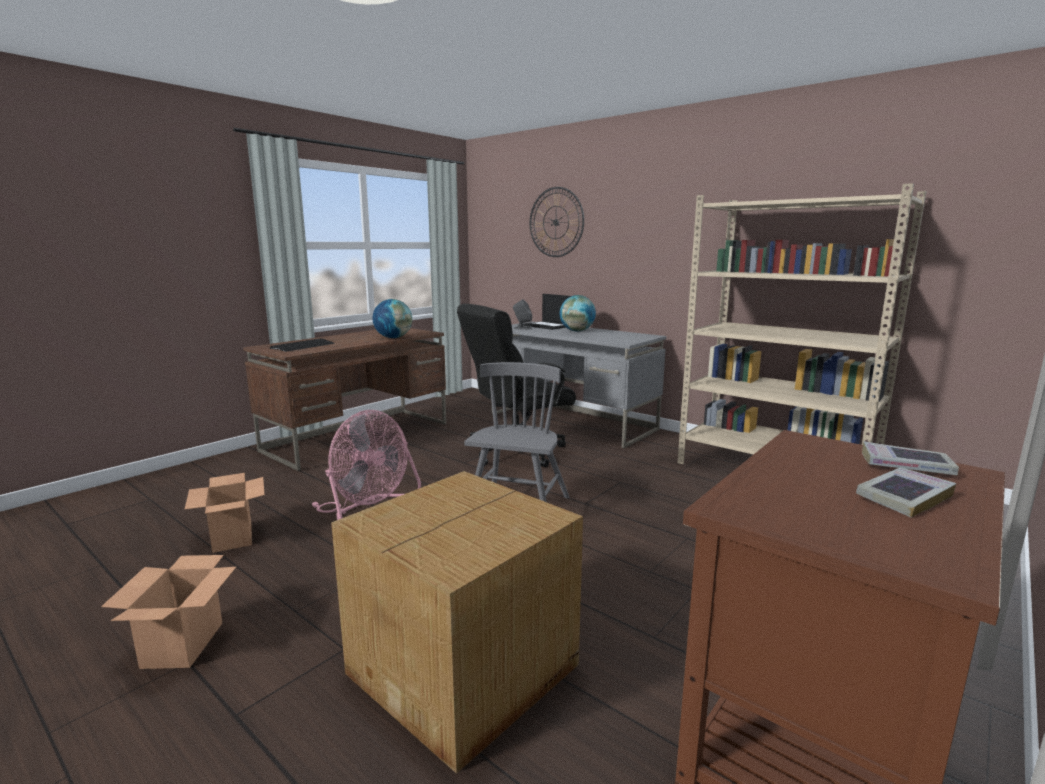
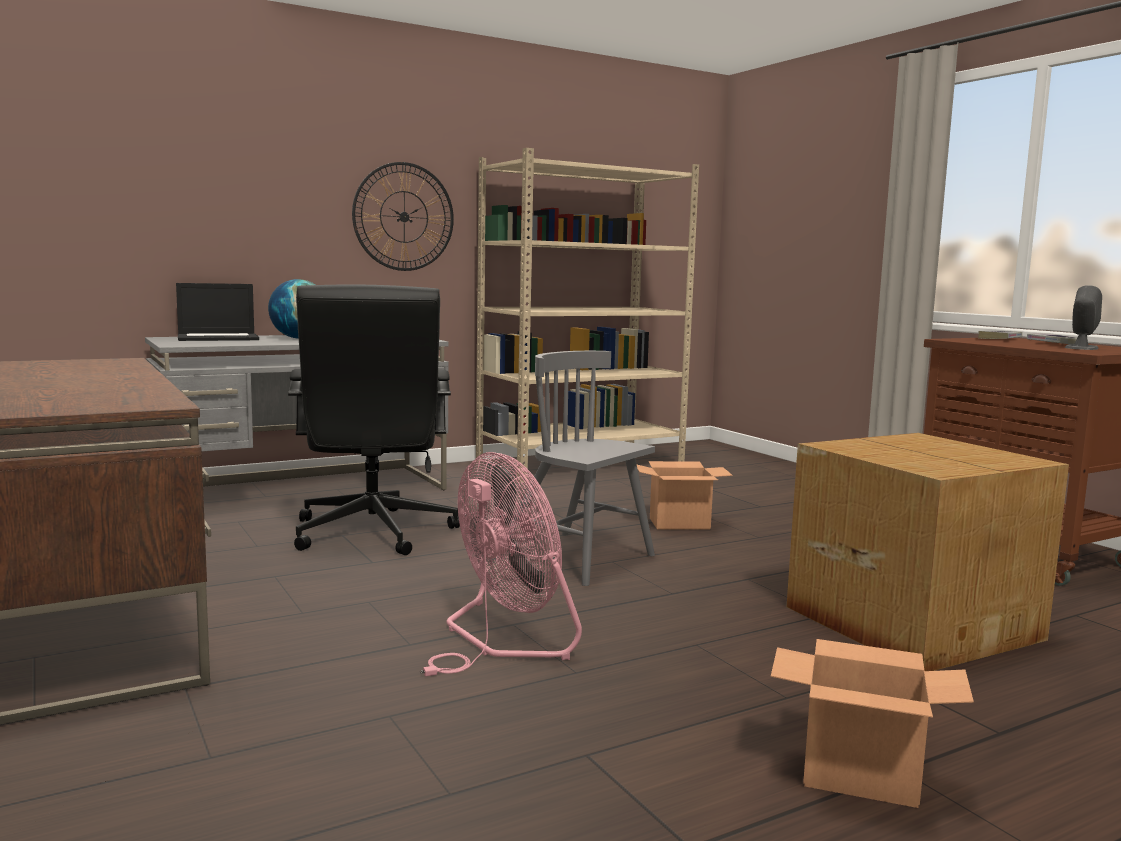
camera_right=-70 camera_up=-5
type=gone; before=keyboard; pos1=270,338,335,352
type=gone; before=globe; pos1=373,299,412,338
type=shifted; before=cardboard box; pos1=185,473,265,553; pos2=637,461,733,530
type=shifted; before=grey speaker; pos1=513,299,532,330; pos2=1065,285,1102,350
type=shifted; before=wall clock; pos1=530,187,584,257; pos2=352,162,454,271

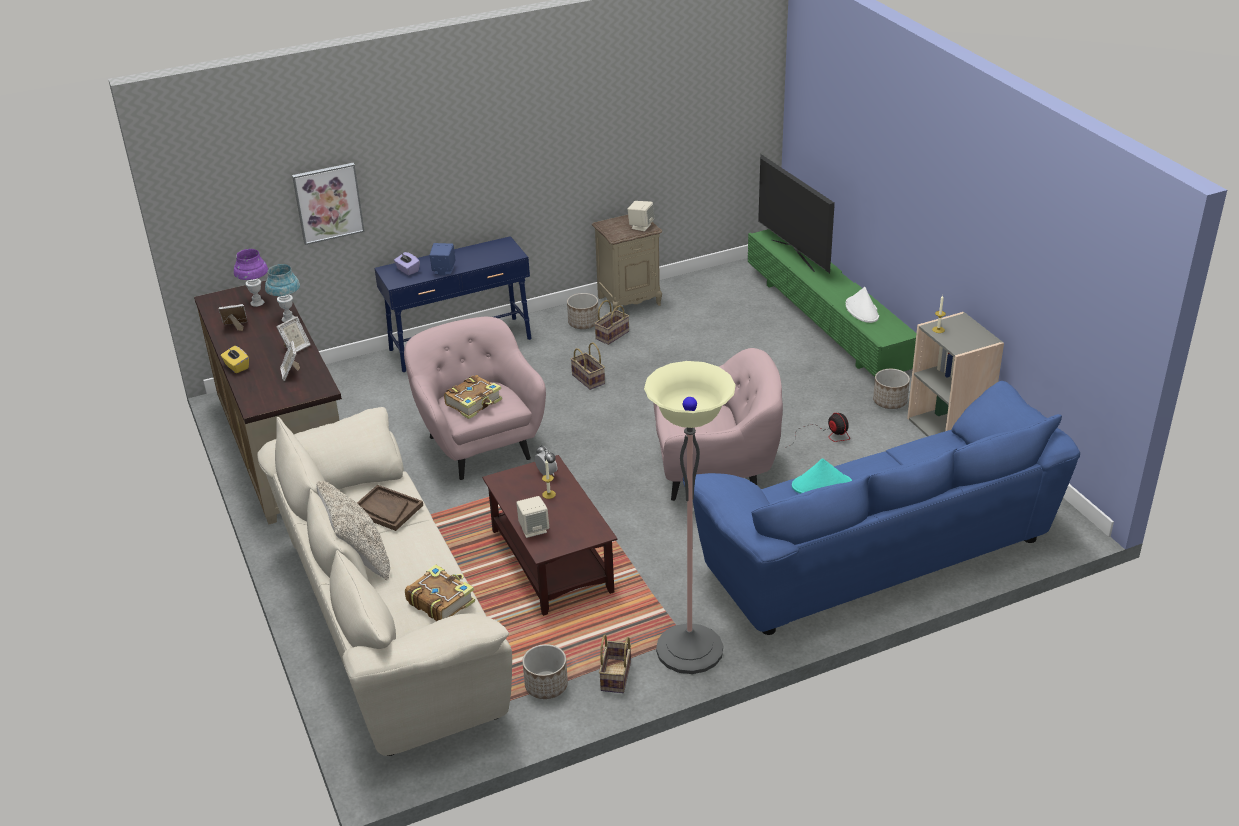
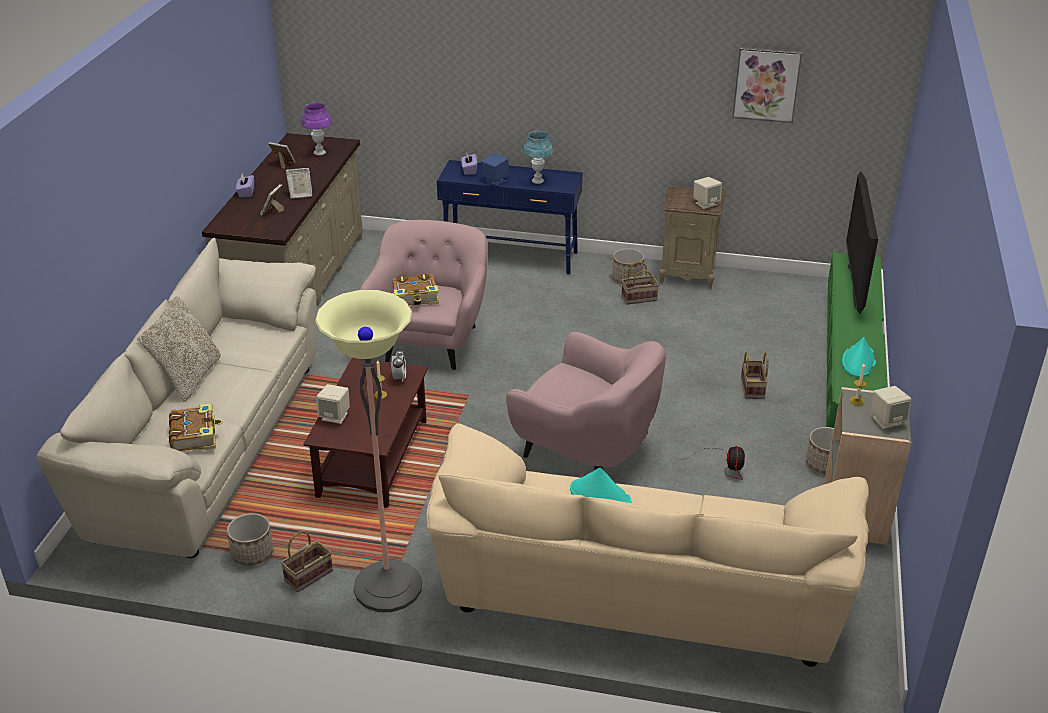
camera_right=35 camera_up=0
type=gone; before=brown tray; pos1=357,485,423,531
type=new; after=beige speaker; pos2=871,386,911,429
type=shifted; before=blue table lamp; pos1=265,264,300,322; pos2=523,131,553,184
type=shifted; before=picture; pos1=292,163,365,245; pos2=732,47,802,123
type=shifted; before=basket; pos1=571,342,605,390; pos2=741,352,768,399
type=repainted; before=yellow tissue box; after=purple tissue box; pos1=221,346,249,373; pos2=236,173,254,198
type=repainted; before=blue sofa; after=beige sofa; pos1=683,381,1080,635; pos2=426,423,869,667
type=repainted; before=white hat; after=turquoise hat; pos1=846,287,879,323; pos2=842,337,876,377

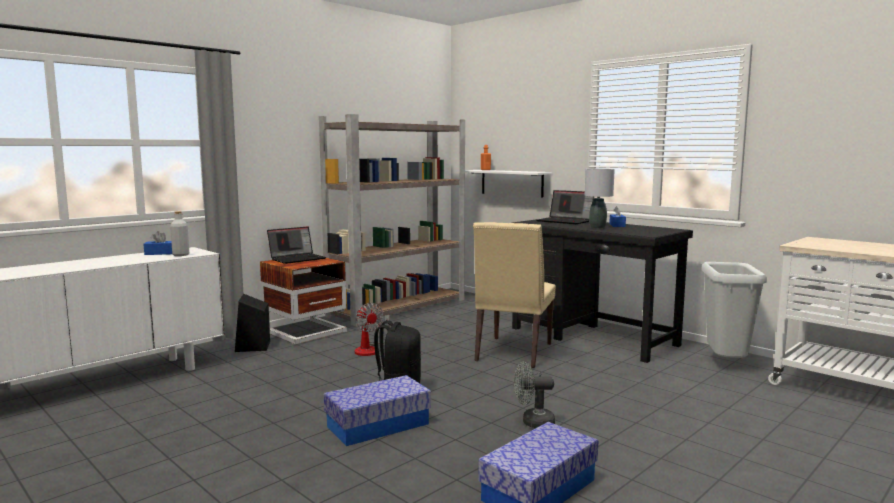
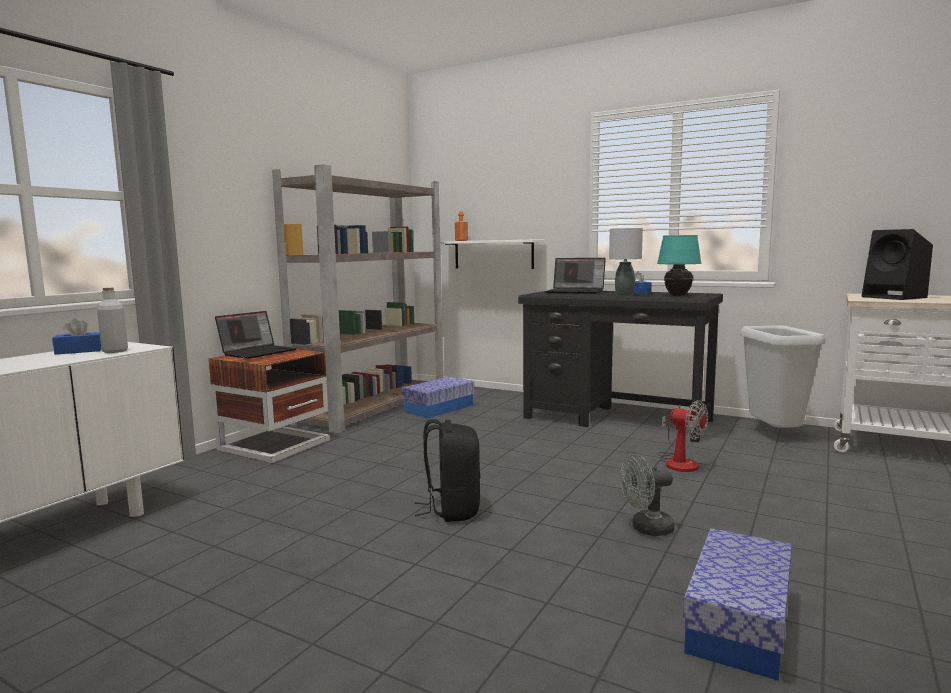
camera_right=-15 camera_up=0
type=gone; before=beige chair; pos1=473,222,556,368
type=new; after=turquoise table lamp; pos2=657,235,702,296
type=shifted; before=black speaker; pos1=235,294,270,352; pos2=862,229,933,300
type=shifted; before=storage box; pos1=324,375,431,446; pos2=402,376,474,418
type=shifted; before=fan; pos1=355,303,390,356; pos2=658,400,708,472

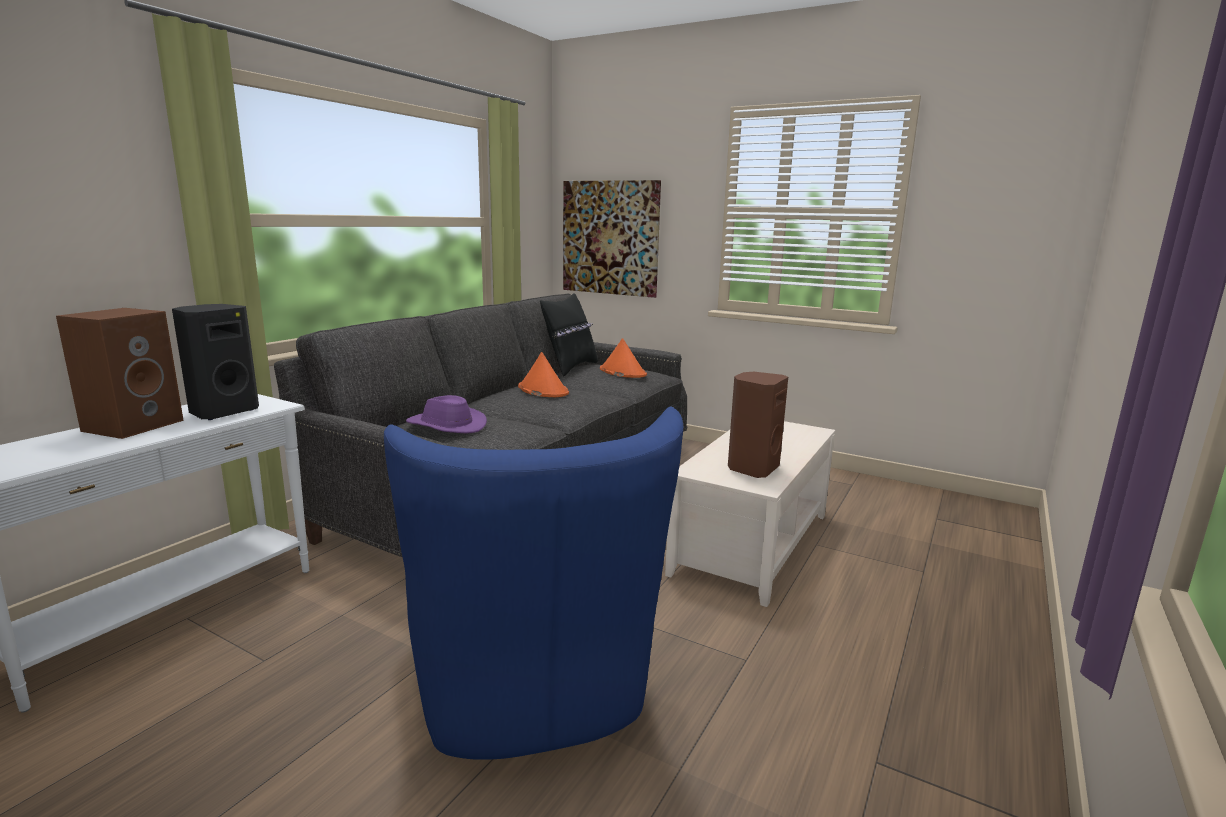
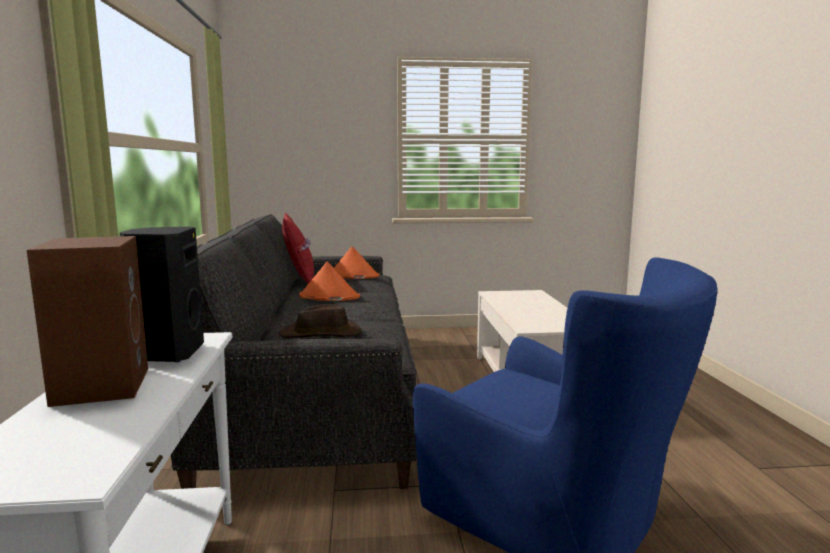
camera_right=-35 camera_up=-5
type=gone; before=picture; pos1=563,180,661,298
type=gone; before=brown speaker; pos1=728,372,788,478
type=repainted; before=purple hat; after=brown hat; pos1=406,395,487,433; pos2=279,304,362,338
type=repainted; before=black pillow; after=red pillow; pos1=540,293,598,376; pos2=282,213,314,284

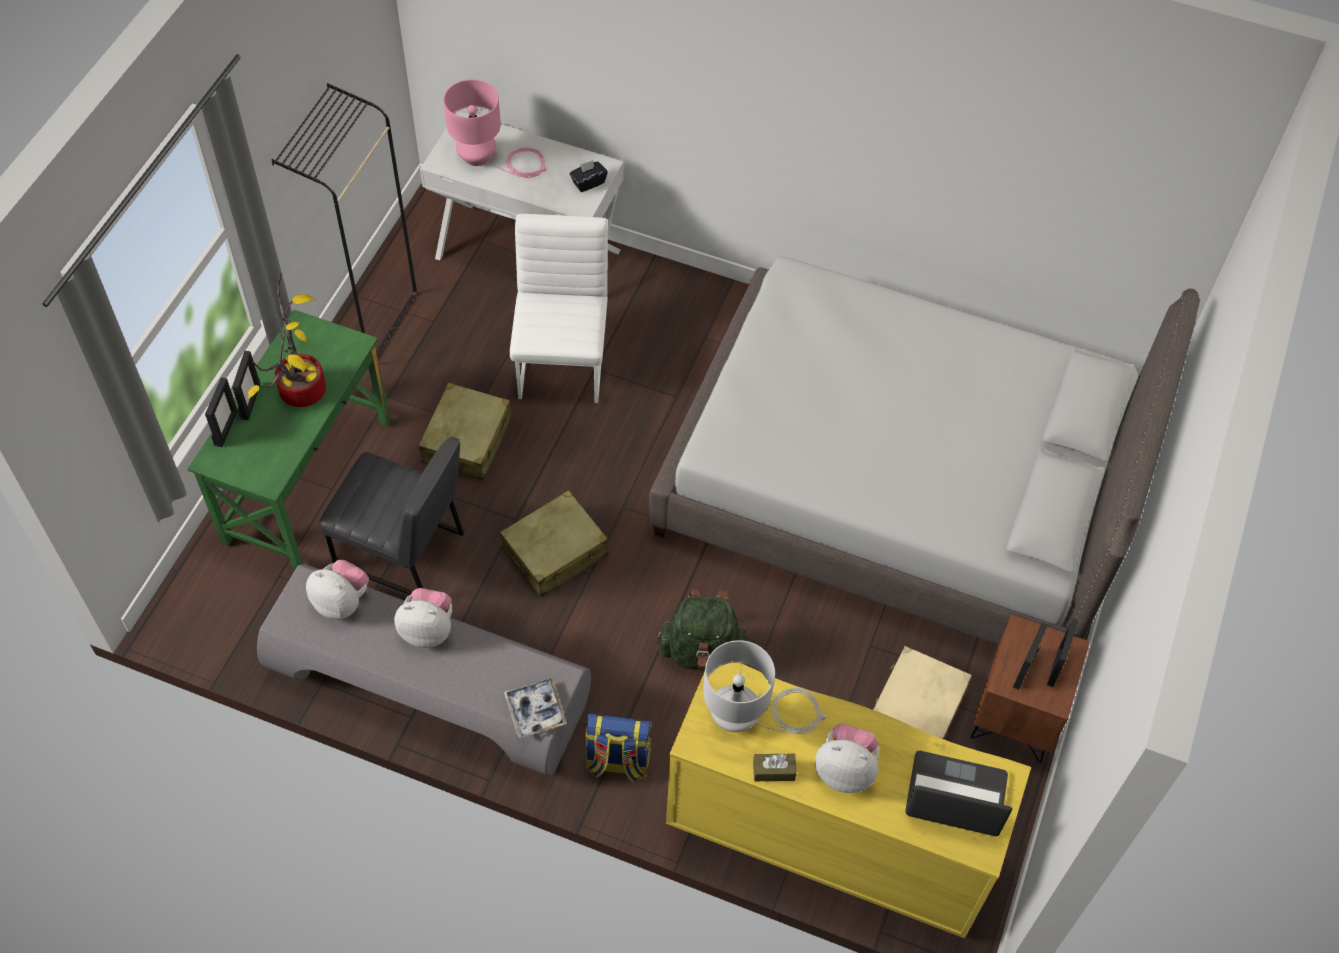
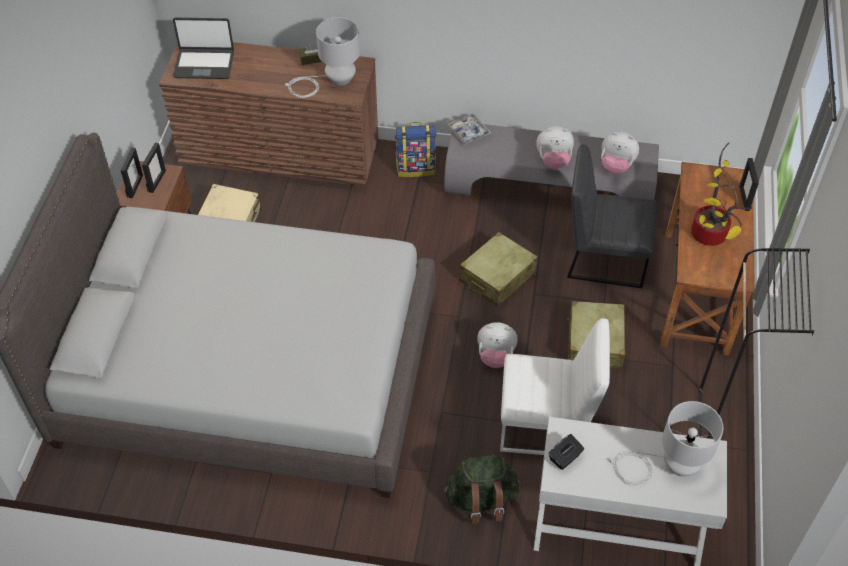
camera_right=170 camera_up=-5
type=gone; before=picture frame; pos1=232,351,260,420
type=shifted; before=green backpack; pos1=658,589,749,671; pos2=444,455,520,524
type=shifted; before=plush toy; pos1=815,723,880,793; pos2=477,322,518,368
type=repainted; before=green desk; after=brown desk; pos1=188,310,390,571; pos2=660,162,755,355
type=repainted; before=pink table lamp; after=grey table lamp; pos1=444,79,547,178; pos2=609,401,723,486
type=repainted; before=yellow dresser; after=brown dresser; pos1=666,663,1031,938; pos2=159,42,378,186
type=rotated; before=white chair; pos1=510,214,608,403; pos2=500,318,610,455; turn=-75

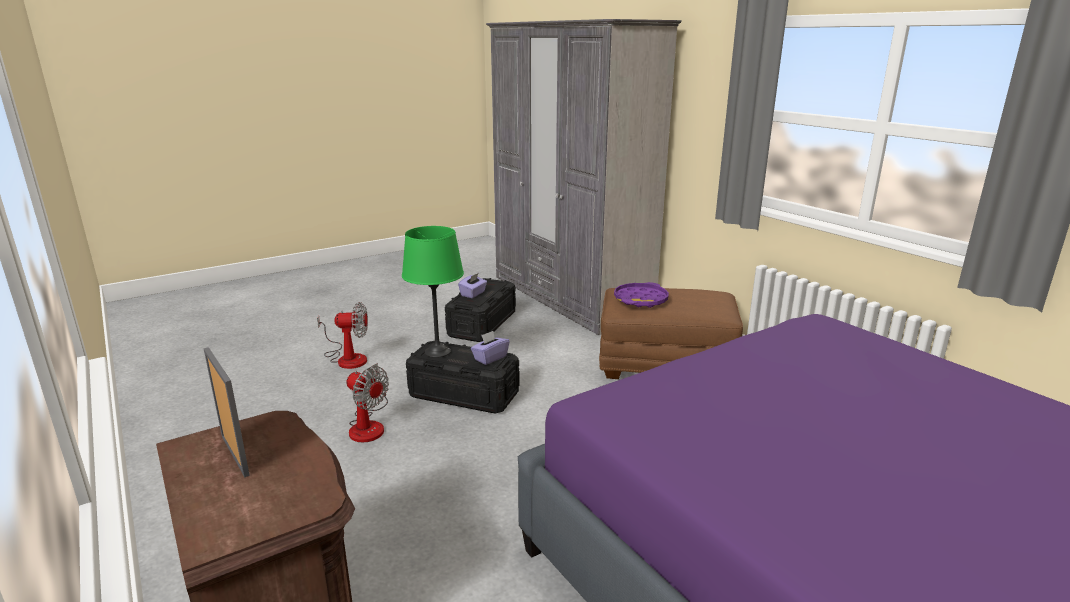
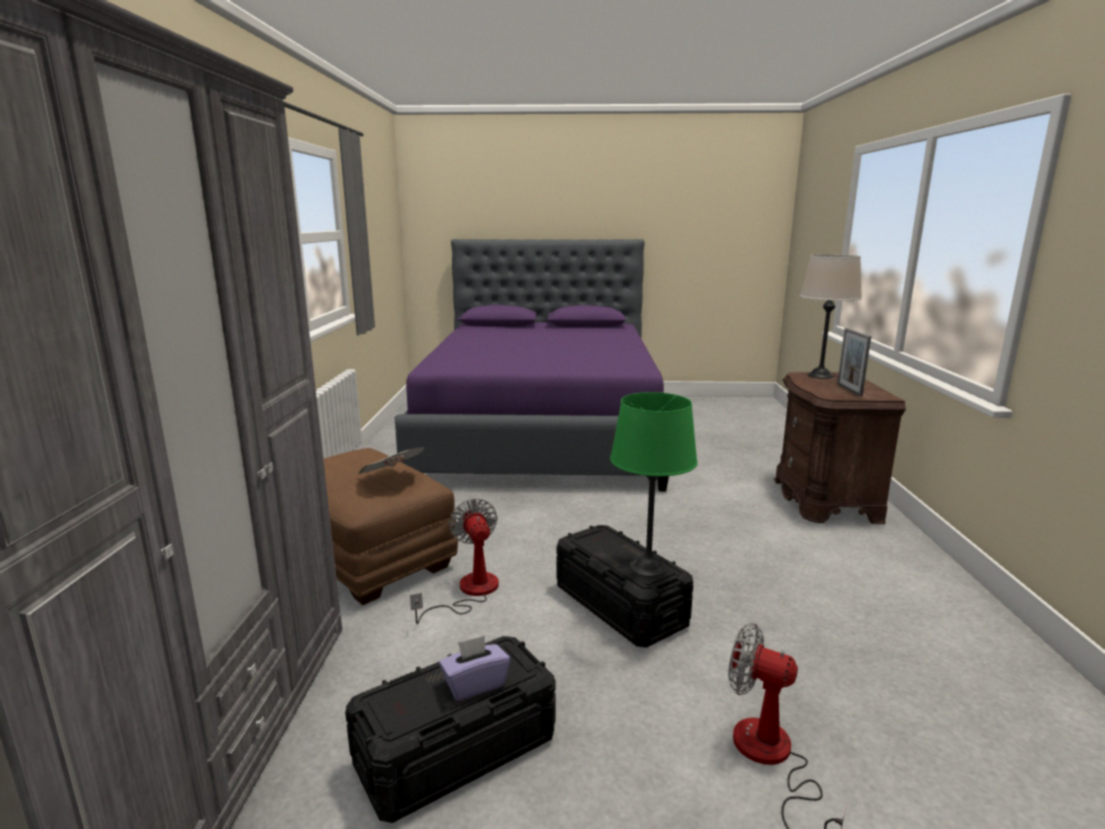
camera_right=-145 camera_up=-5
type=gone; before=purple tissue box; pos1=471,331,510,365
type=new; after=beige table lamp; pos2=800,254,862,379
type=shifted; before=fan; pos1=347,363,389,443; pos2=410,498,499,624
type=swapped; before=purple tray; after=newspaper; pos1=614,282,669,308; pos2=358,447,425,474

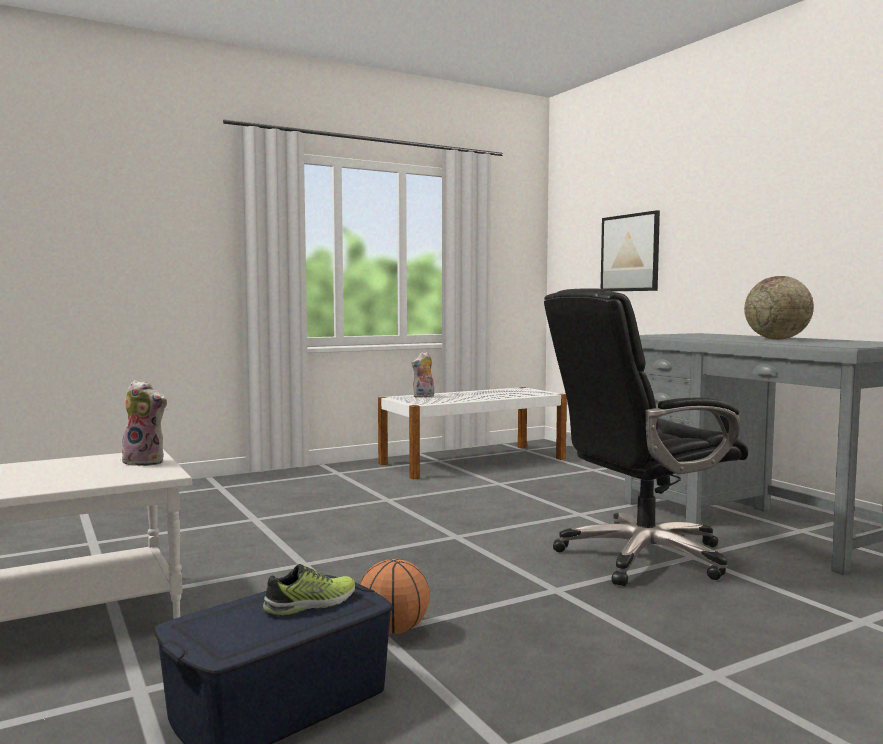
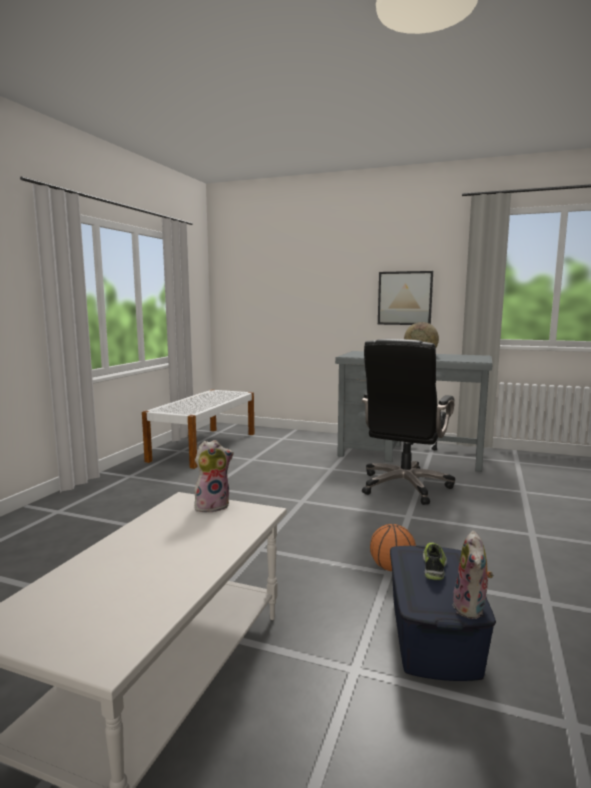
camera_right=-40 camera_up=5
type=shifted; before=plush toy; pos1=411,352,434,398; pos2=453,530,493,619
type=shifted; before=picture; pos1=601,210,660,291; pos2=378,271,433,325

